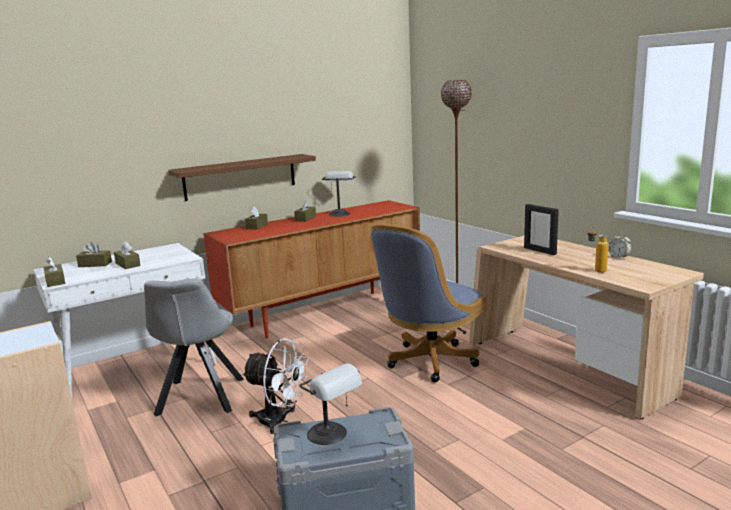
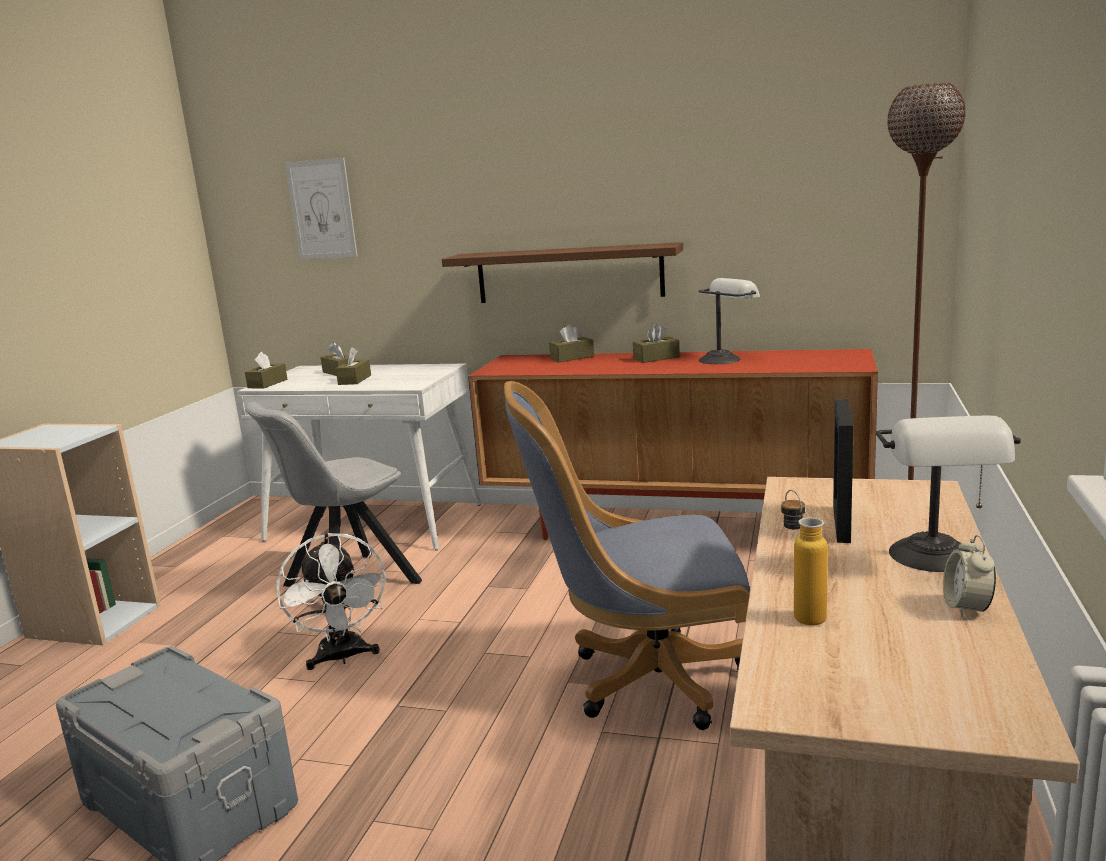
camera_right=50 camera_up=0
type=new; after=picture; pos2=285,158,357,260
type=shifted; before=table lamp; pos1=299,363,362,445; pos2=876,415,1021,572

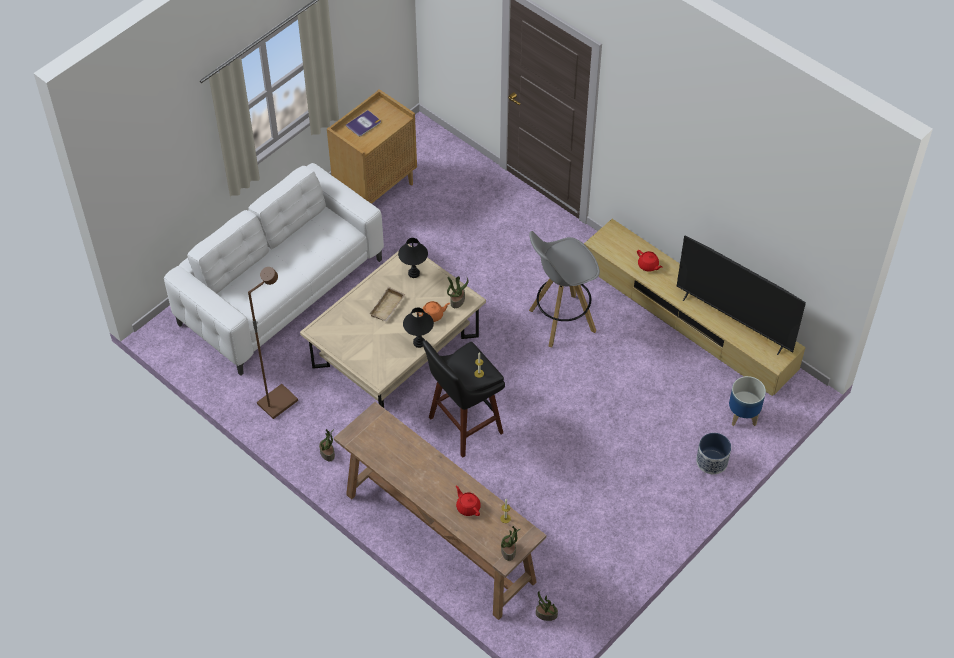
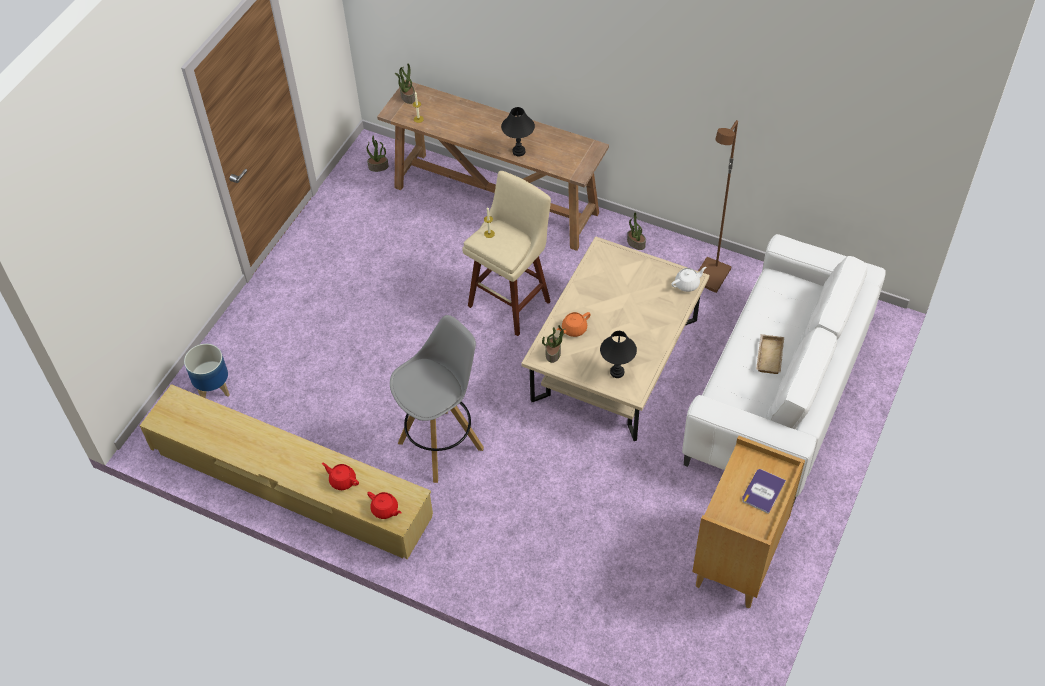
camera_right=165 camera_up=0
type=gone; before=television; pos1=677,236,806,355
type=gone; before=planter; pos1=696,433,731,474
type=new; after=white teapot; pos2=671,267,707,292
type=shifted; before=beige tray; pos1=369,287,405,322; pos2=756,334,784,374
type=shifted; before=black table lamp; pos1=403,307,434,348; pos2=501,107,535,156
type=shifted; before=red teapot; pos1=456,486,481,516; pos2=367,492,402,519
type=repainted; before=black stool; after=beige stool; pos1=422,340,505,458; pos2=462,171,551,336

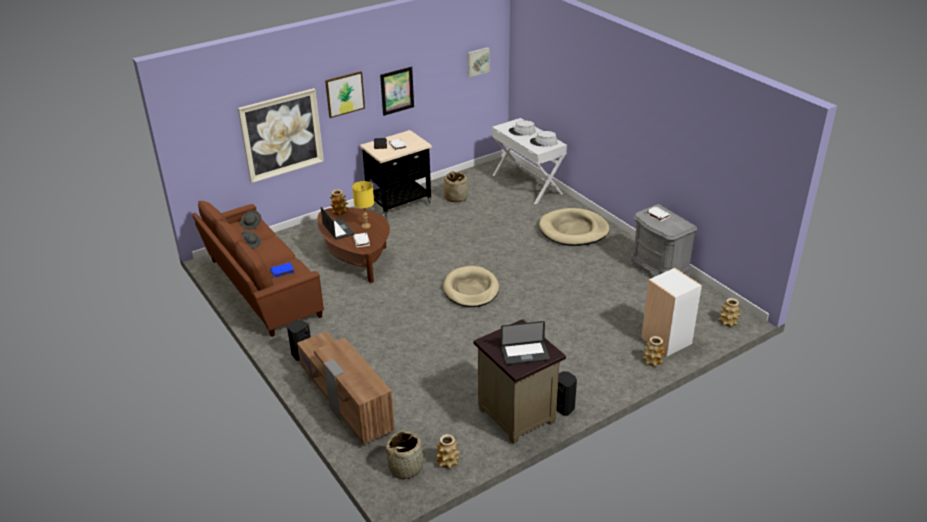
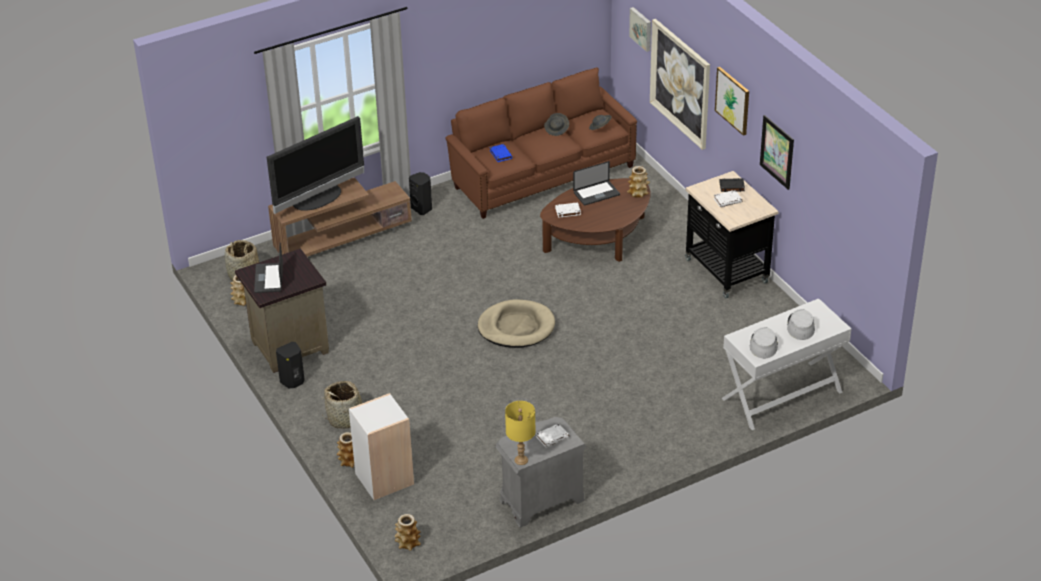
camera_right=95 camera_up=5
type=gone; before=beige dog bed; pos1=539,208,610,246
type=new; after=television; pos2=267,116,364,214
type=shifted; before=yellow table lamp; pos1=352,181,374,229; pos2=505,401,536,465
type=shifted; before=basket; pos1=444,171,468,203; pos2=323,381,362,429
type=shifted; before=picture; pos1=467,47,490,77; pos2=629,7,651,52

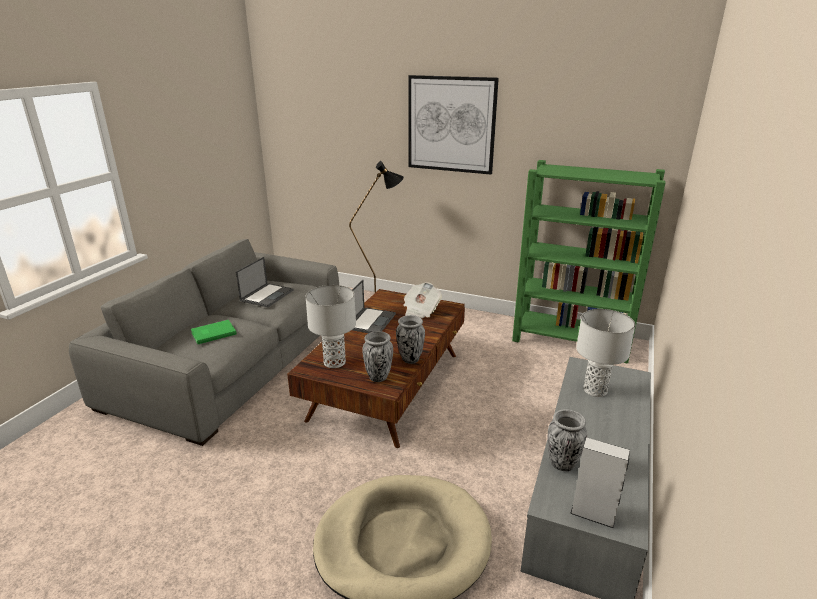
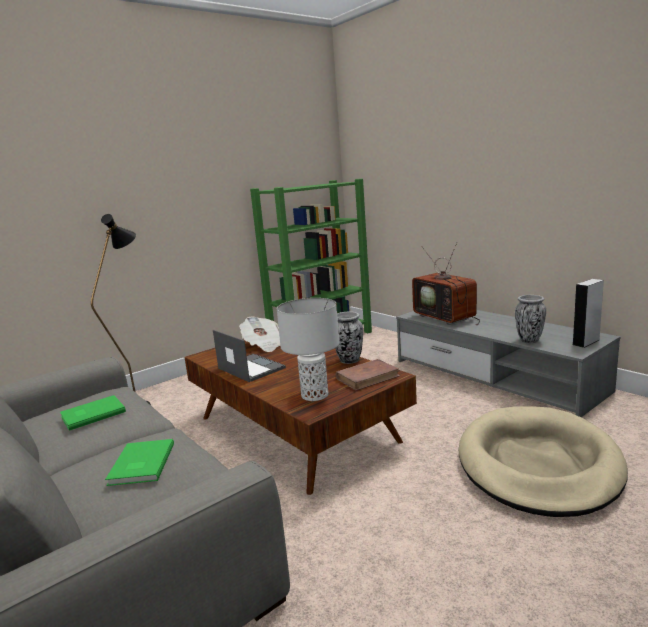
camera_right=-60 camera_up=-10
type=gone; before=picture; pos1=408,75,499,174
type=swapped; before=laptop; after=green book; pos1=236,257,294,308; pos2=60,395,126,431
type=swapped; before=vase; after=brown book; pos1=362,331,393,382; pos2=336,359,400,391
type=swapped; before=white table lamp; after=television; pos1=576,309,635,397; pos2=412,242,480,325

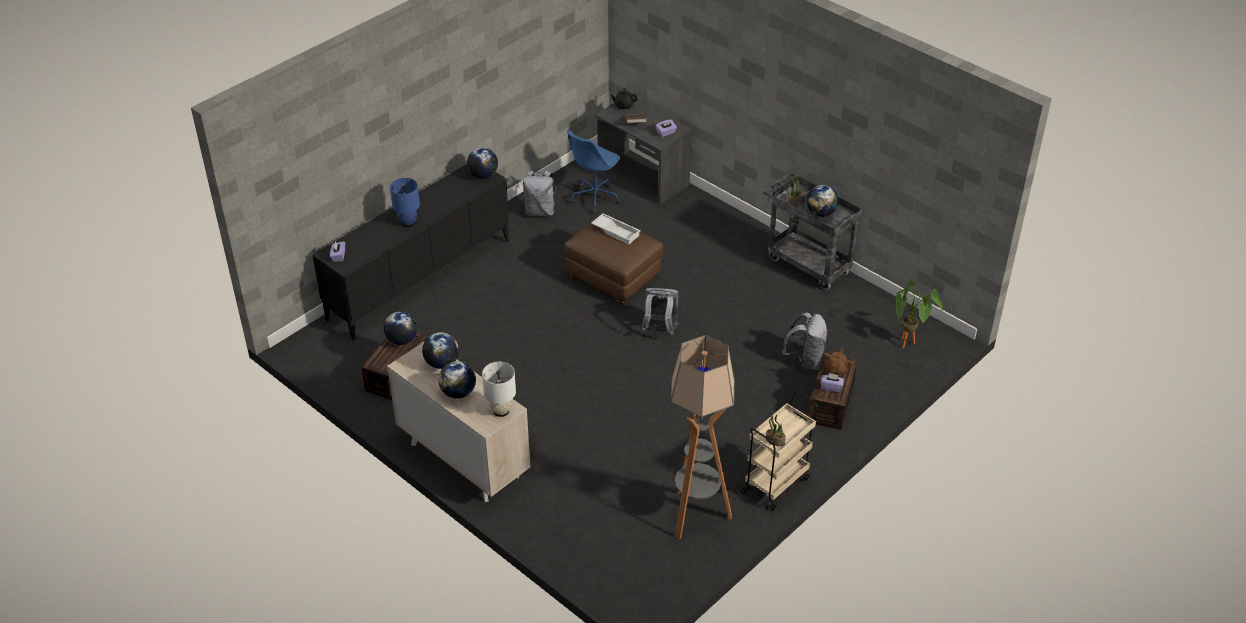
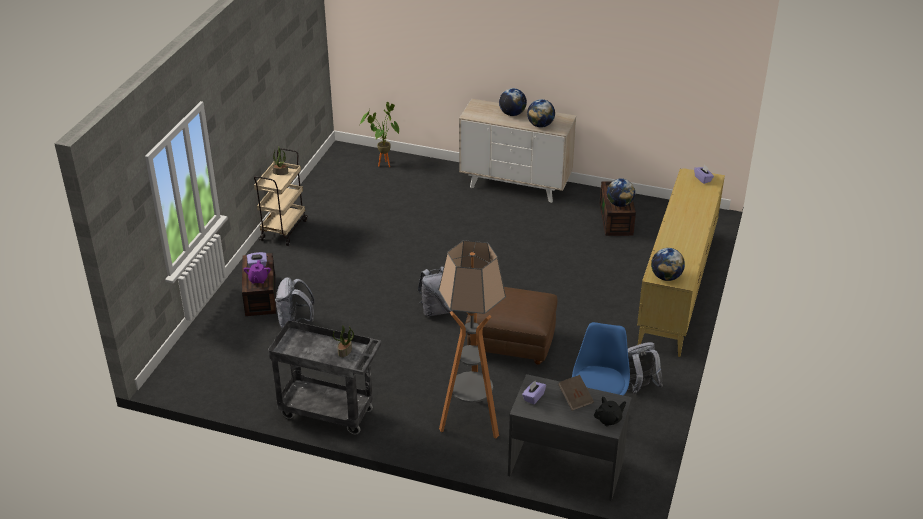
camera_right=155 camera_up=-5
type=gone; before=blue table lamp; pos1=390,178,420,227
type=gone; before=white table lamp; pos1=482,362,516,417
type=gone; before=white tray; pos1=592,213,641,244
type=gone; before=globe; pos1=807,185,839,217
type=shifted; before=floor lamp; pos1=670,335,735,539; pos2=439,240,506,439
type=shifted; before=potted plant; pos1=895,279,943,348; pos2=360,102,399,167
type=repainted; before=black cabinet; after=beige cabinet; pos1=312,164,509,341; pos2=637,168,725,357
type=repainted; before=brown teapot; after=purple teapot; pos1=823,347,852,375; pos2=244,260,271,284

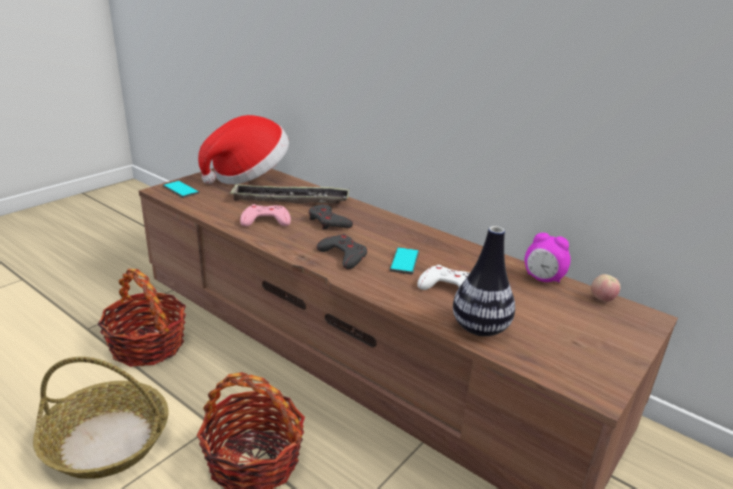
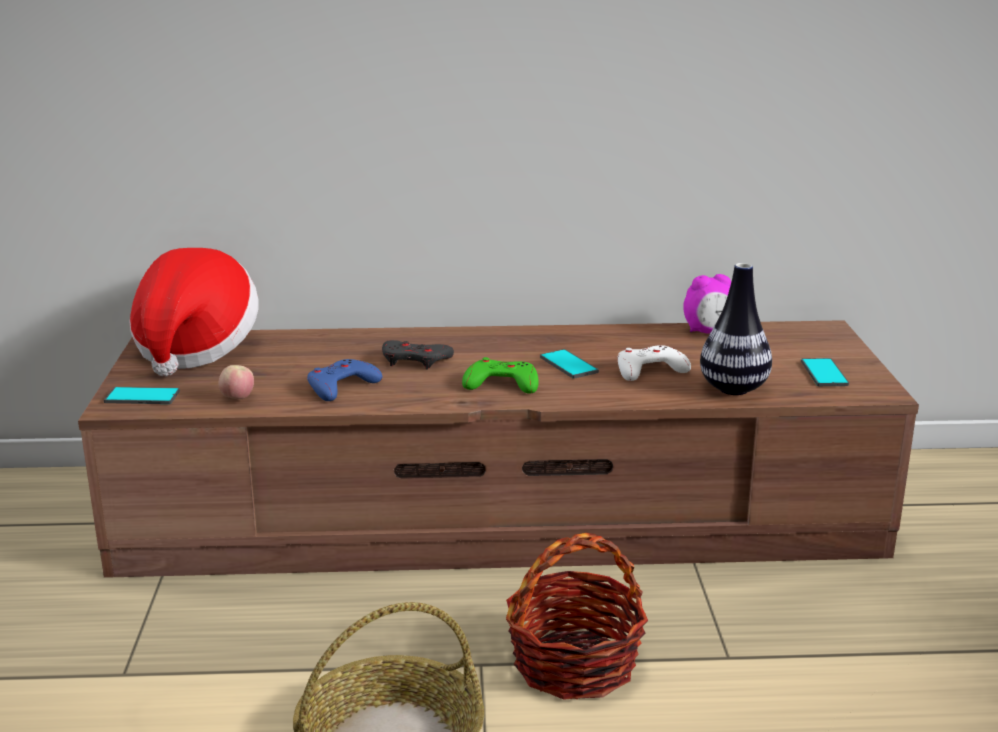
camera_right=-40 camera_up=-5
type=gone; before=basket; pos1=97,269,186,367
type=gone; before=tray; pos1=230,184,349,204
type=new; after=phone; pos2=801,358,849,386
type=shifted; before=apple; pos1=591,274,621,302; pos2=219,365,254,399
type=repainted; before=pink game controller; after=blue game controller; pos1=240,204,291,227; pos2=307,359,382,401
type=repainted; before=grey game controller; after=green game controller; pos1=317,234,367,269; pos2=462,357,539,394

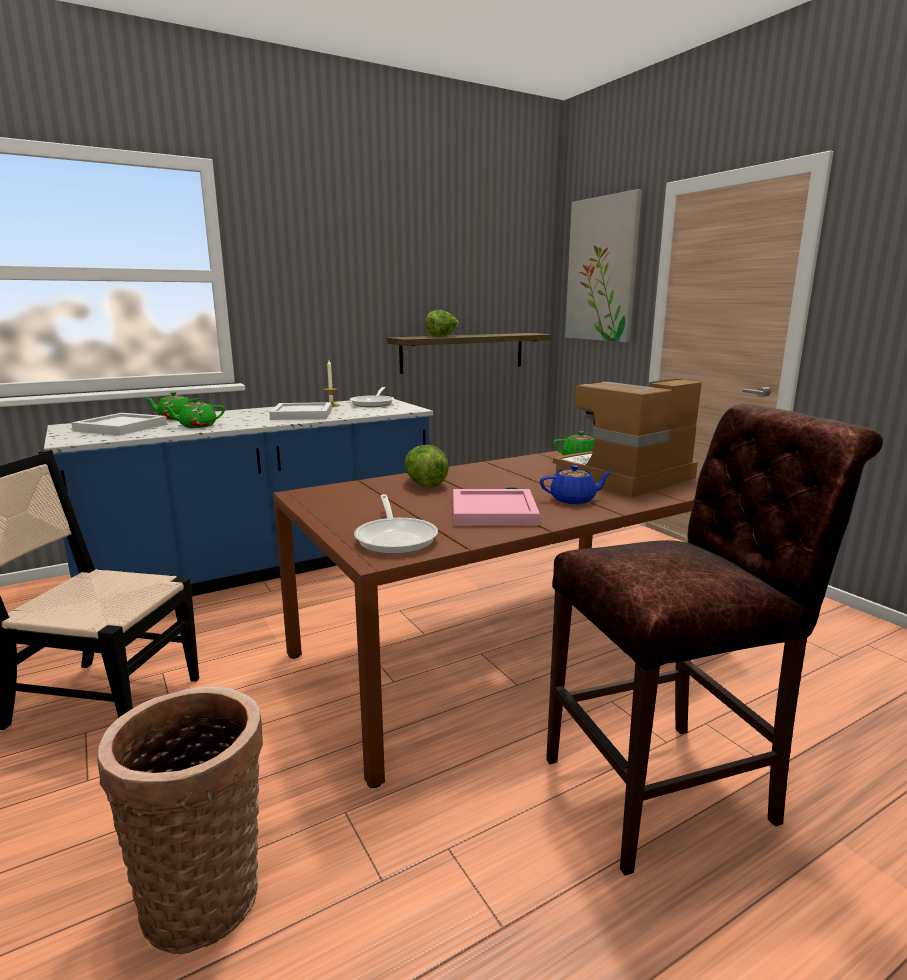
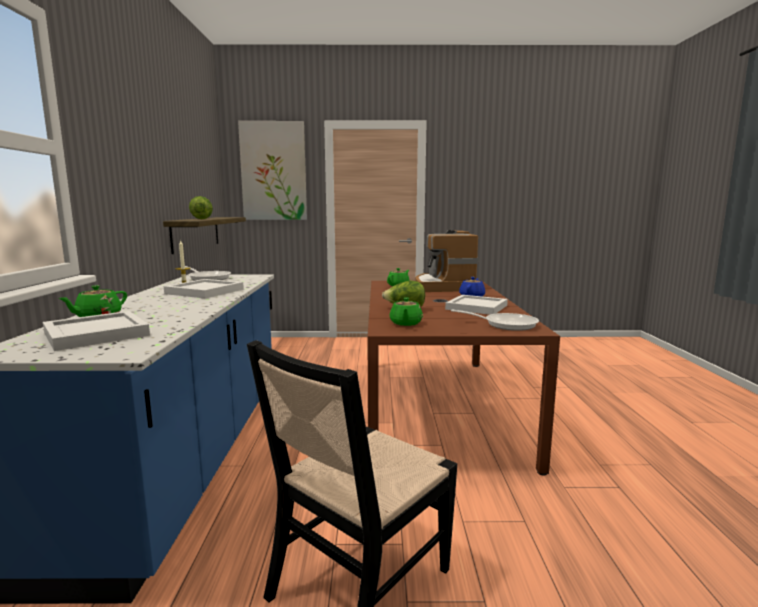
camera_right=-60 camera_up=-5
type=gone; before=basket; pos1=97,686,263,954
type=gone; before=brown stool; pos1=546,404,883,876
type=shifted; before=green teapot; pos1=163,398,225,428; pos2=389,298,423,326
type=repainted; before=pink tray; after=white tray; pos1=453,489,540,526; pos2=445,295,508,315

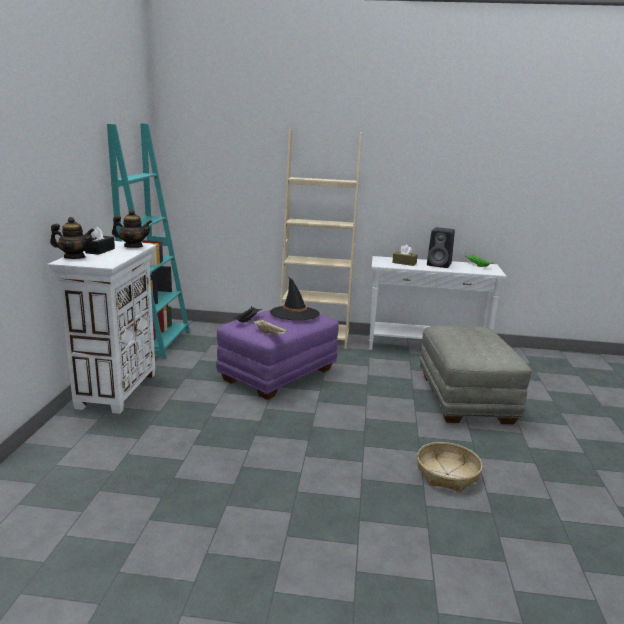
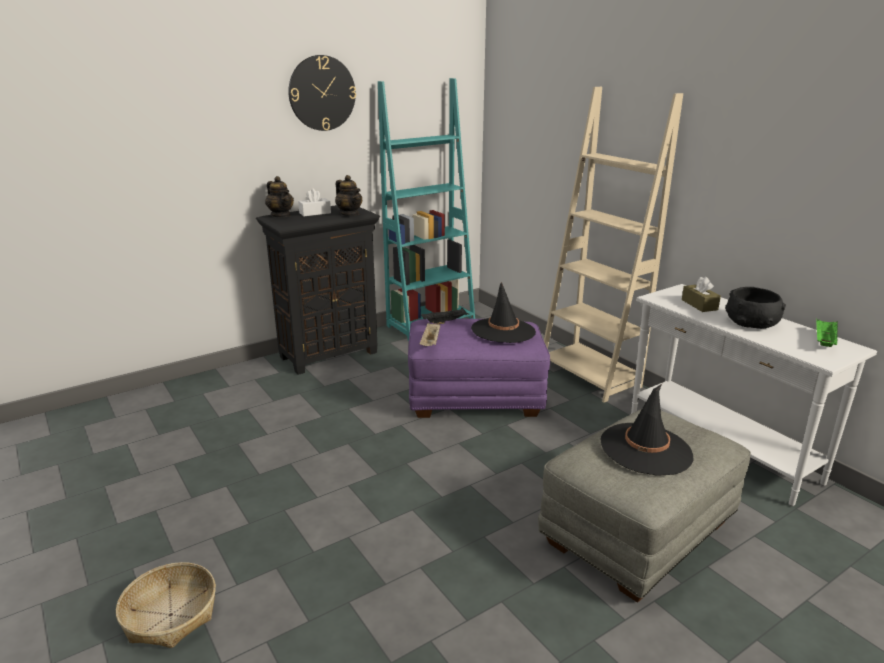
camera_right=50 camera_up=5
type=new; after=wall clock; pos2=288,55,356,131
type=new; after=black hat; pos2=600,384,693,476
type=shifted; before=basket; pos1=417,442,482,492; pos2=116,562,216,648
type=swapped; before=black speaker; after=black bowl; pos1=427,227,455,268; pos2=725,287,786,329
type=repainted; before=white cabinet; after=black cabinet; pos1=47,241,157,414; pos2=256,205,380,375
type=repainted; before=black tissue box; after=white tissue box; pos1=85,227,115,255; pos2=298,189,331,216

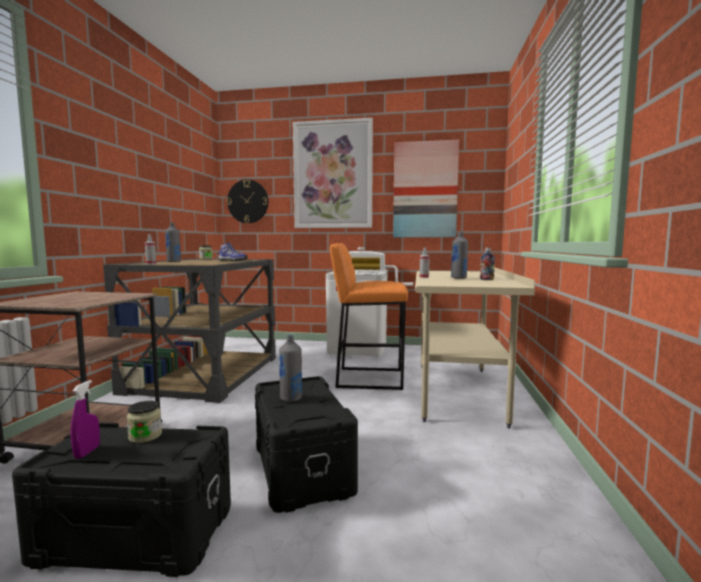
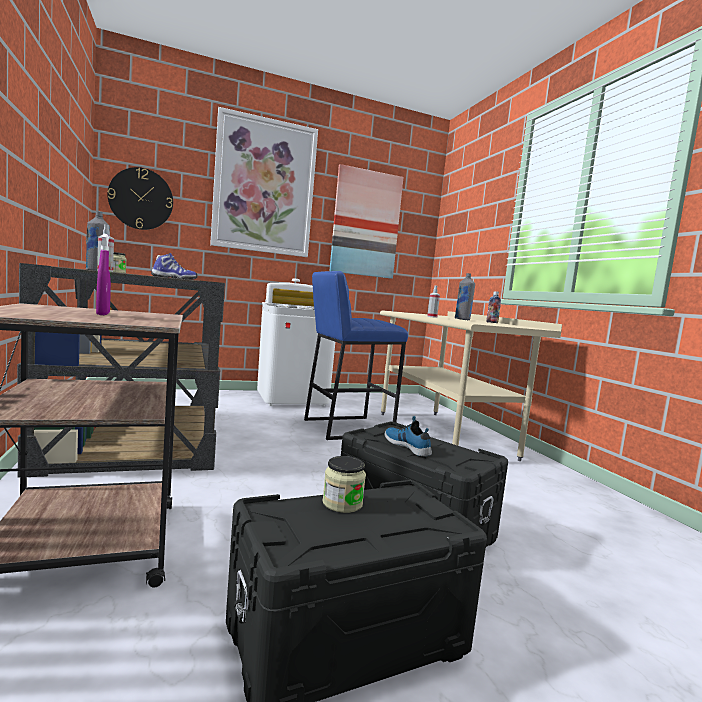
camera_right=-30 camera_up=0
type=shifted; before=purple spray bottle; pos1=70,380,100,459; pos2=96,233,111,315
type=swapped; before=grey bottle; after=shoe; pos1=279,335,302,402; pos2=384,416,432,456
type=repainted; before=orange stool; after=blue stool; pos1=330,243,408,390; pos2=304,271,408,440

